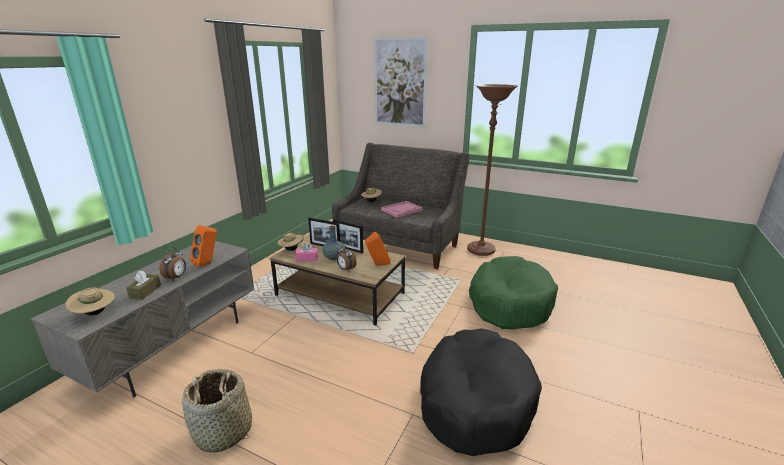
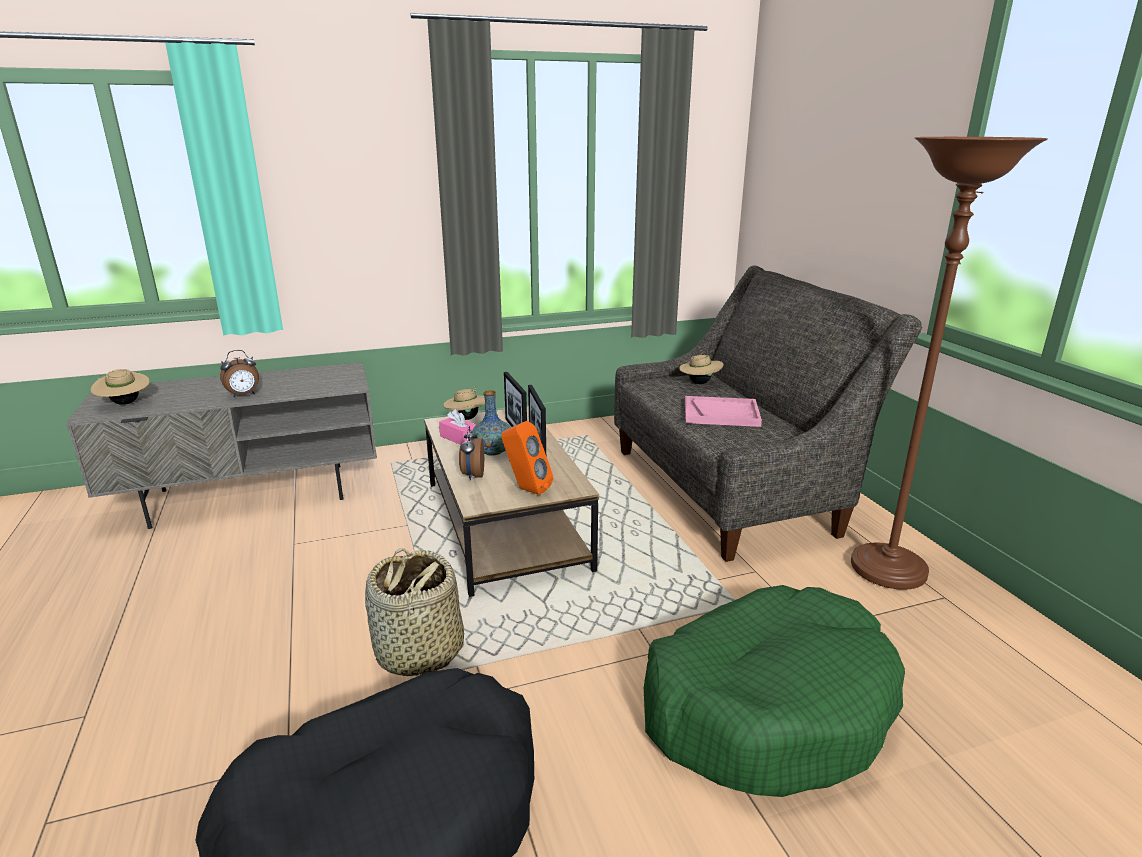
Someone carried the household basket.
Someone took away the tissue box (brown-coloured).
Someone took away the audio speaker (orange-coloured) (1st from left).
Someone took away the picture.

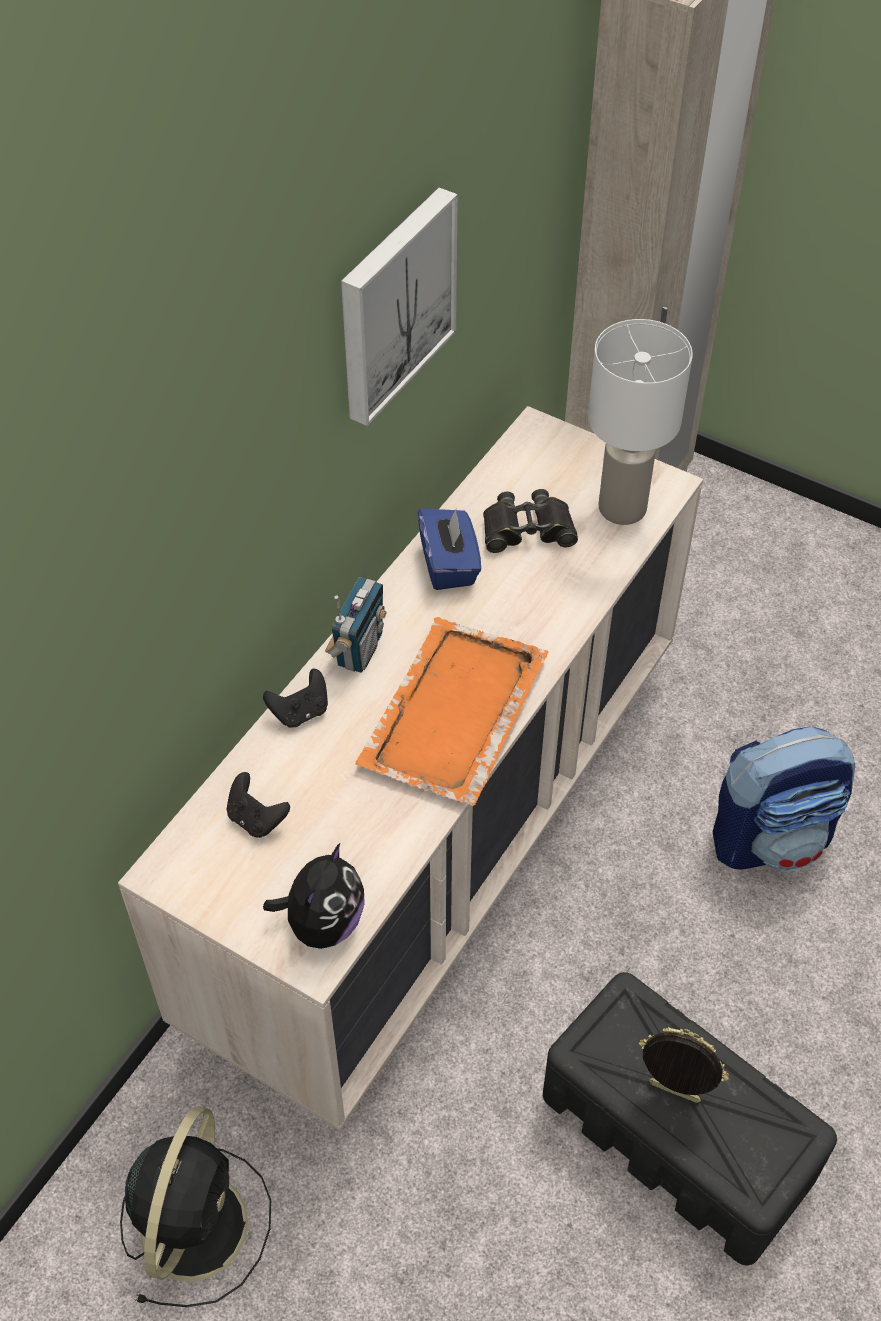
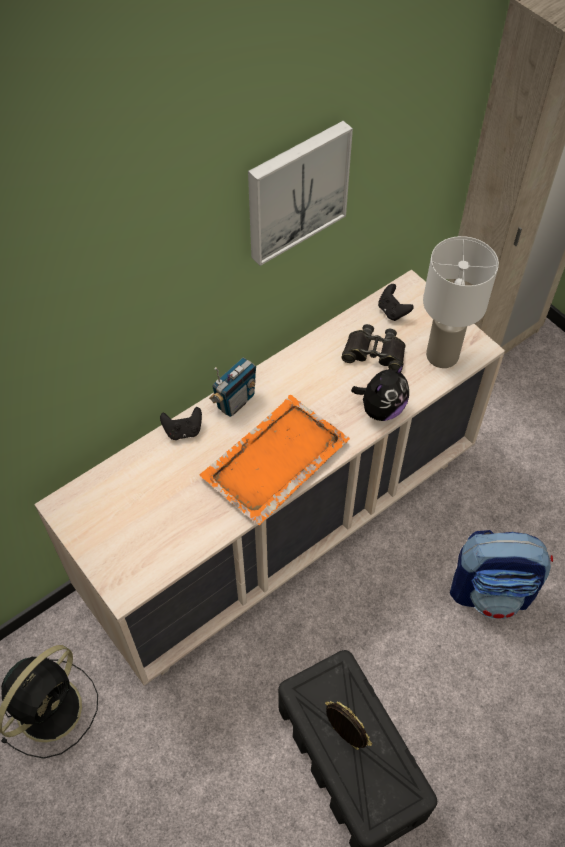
Someone carried the soft toy.
Someone carried the gamepad (black-coloured) (1st from left in the first image).
Someone took away the tissue box (bluish).

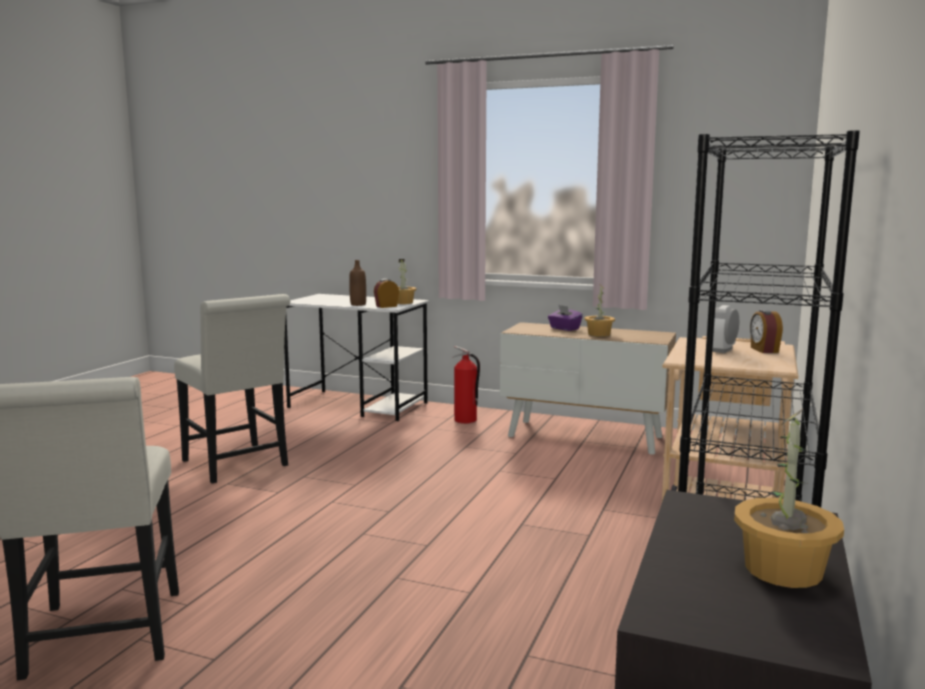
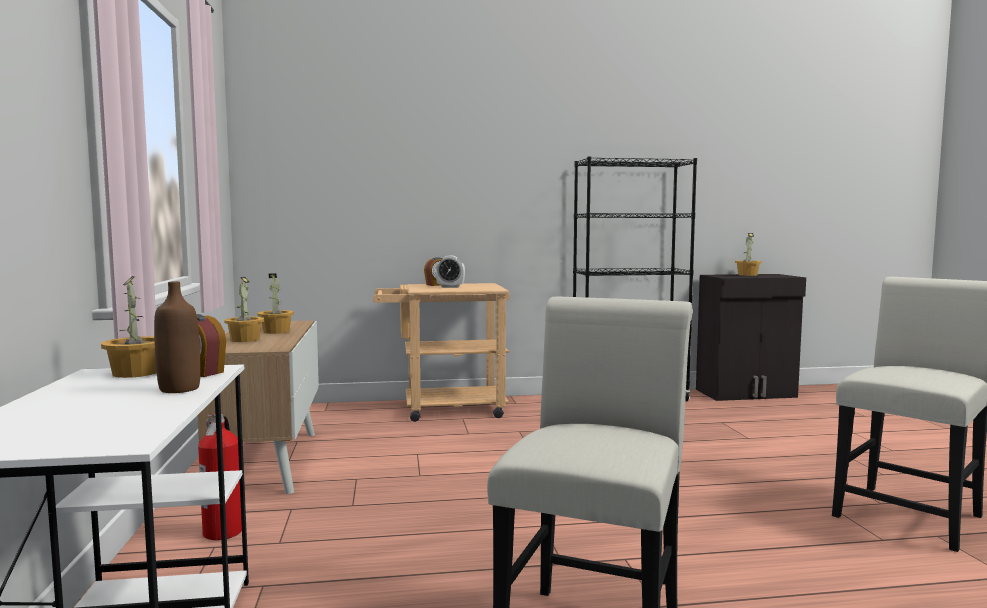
Someone swapped the tissue box (purple) for the potted plant (2nd from left).

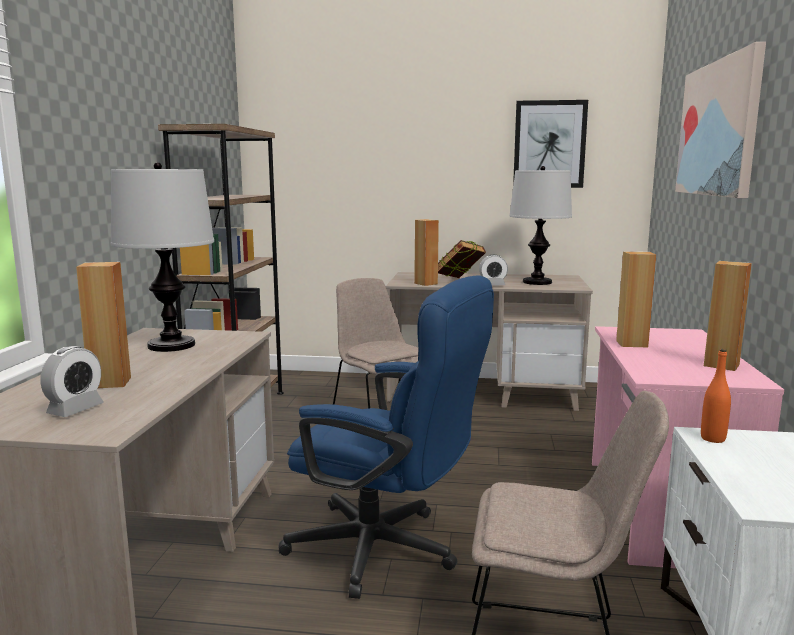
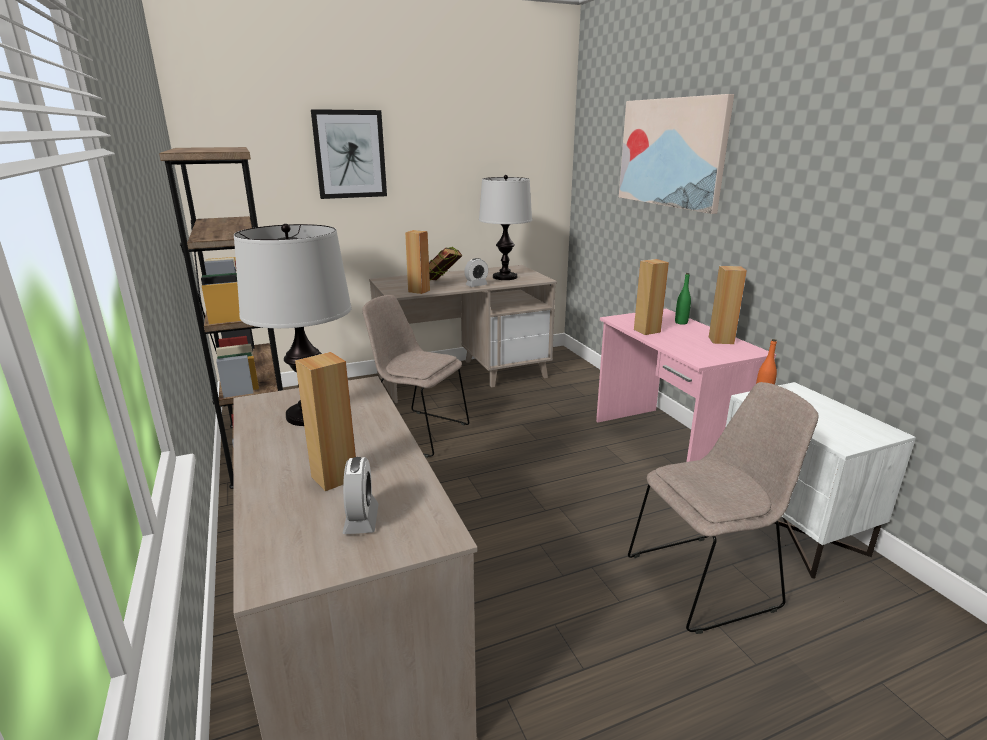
Someone carried the picture (1st from left).
Someone put down the beverage bottle (green).
Someone took away the computer chair (bluish).

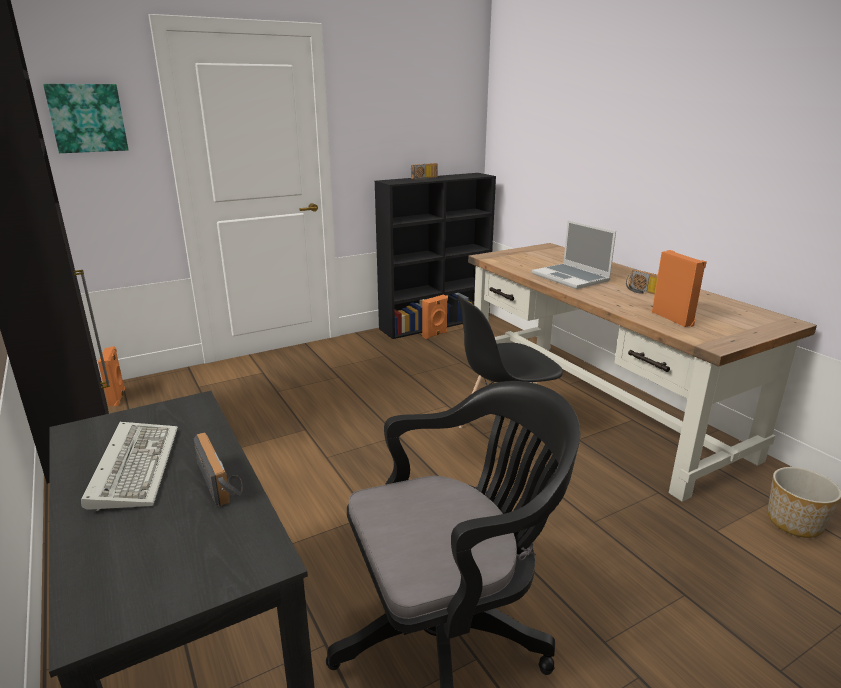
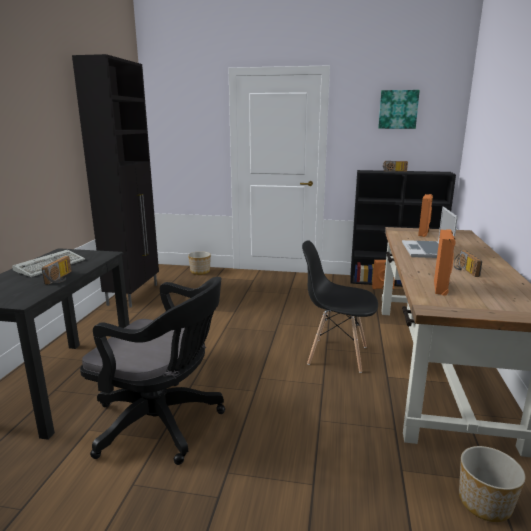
Someone put down the plant pot (1st from left).
Someone carried the picture.
Someone carried the audio speaker (orange-coloured) (1st from left in the first image).

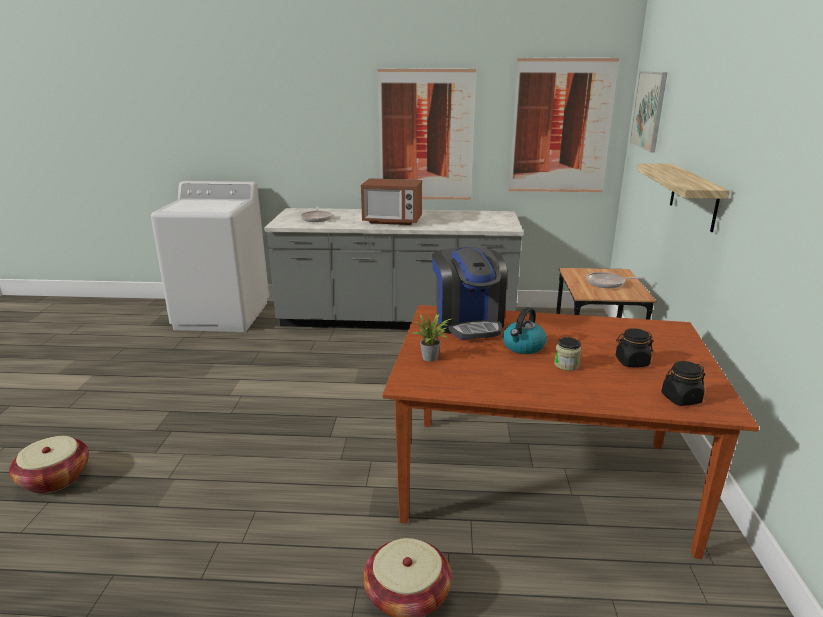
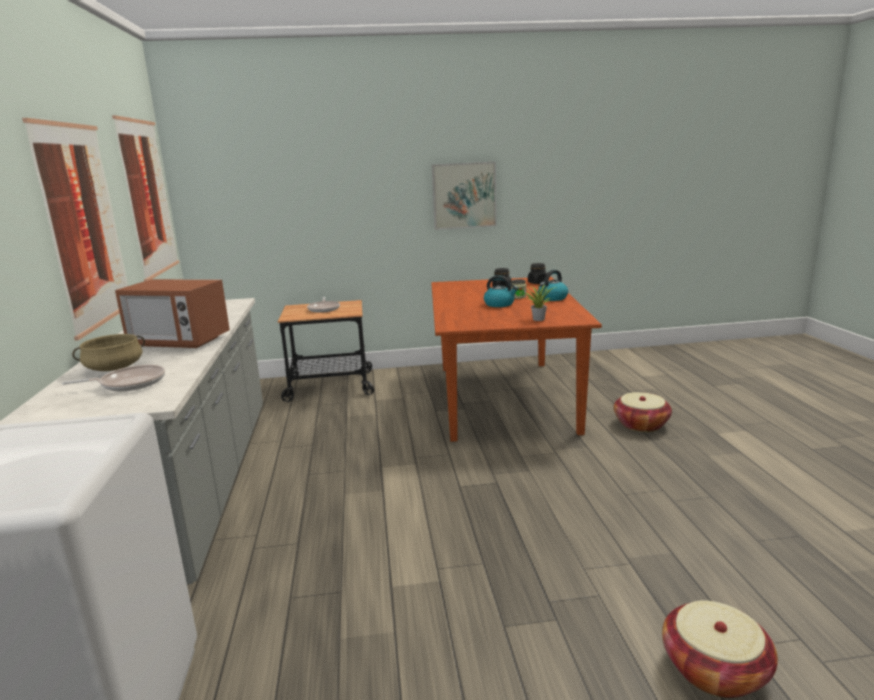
Someone put down the cooking pot (beige-coloured).
Someone rotated the microwave by 105 degrees clockwise.
Someone carried the picture (3rd from left).
Someone put down the kettle (2nd from left).
Someone took away the coffee machine.
Someone took away the shelf.

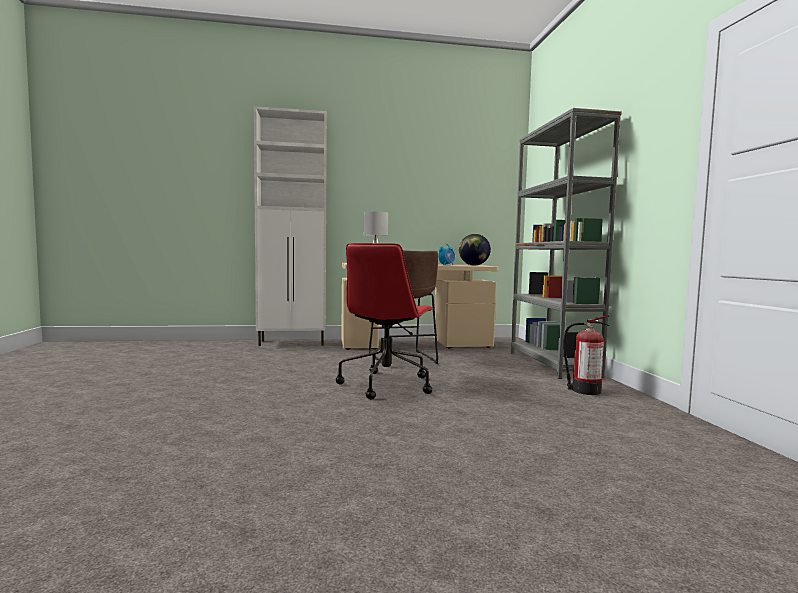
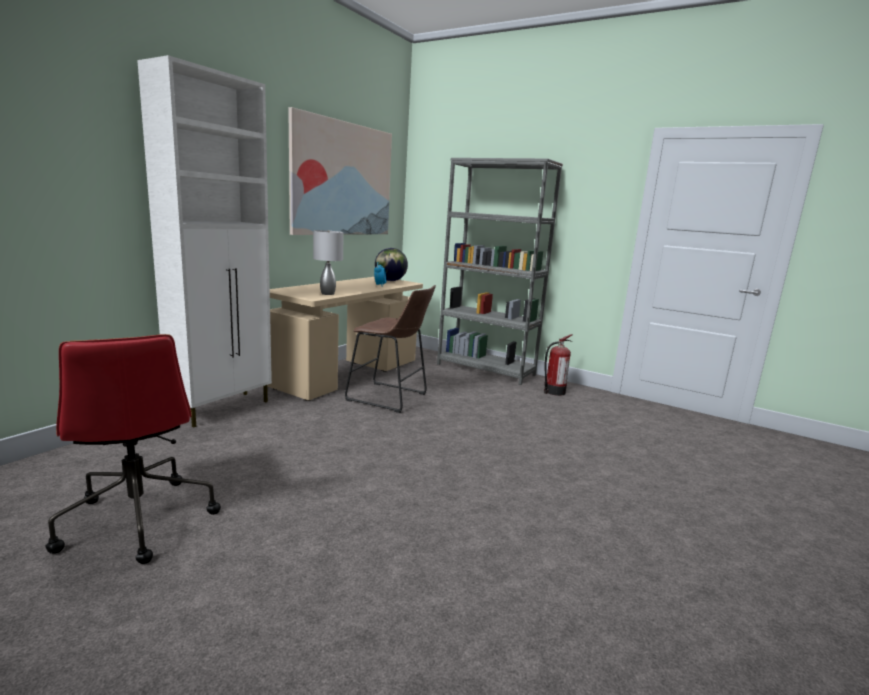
Someone carried the computer chair (red).
Someone put up the picture.

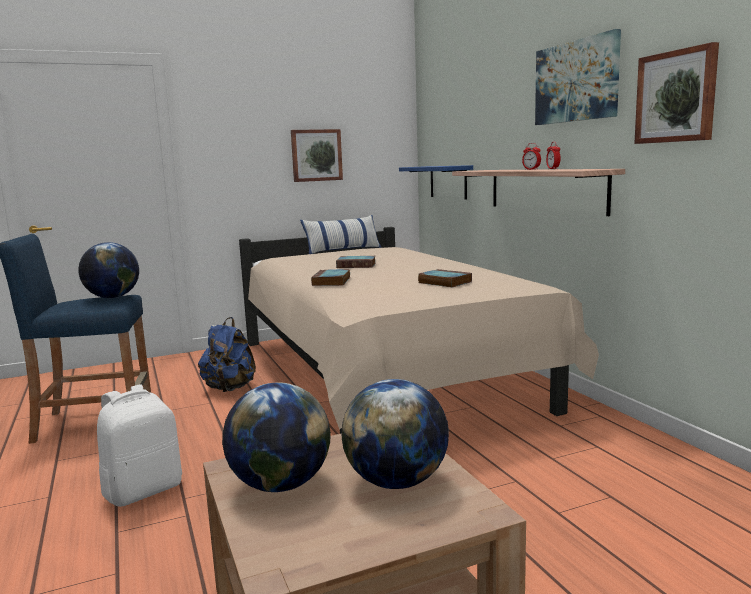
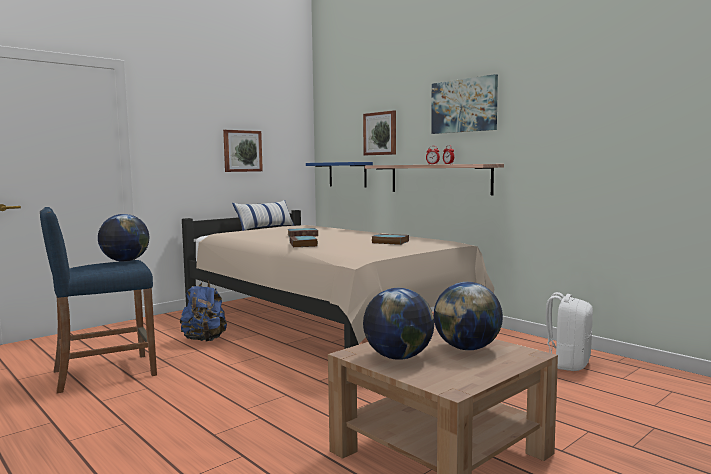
Someone carried the picture (3rd from left in the first image).
Someone carried the backpack (white).

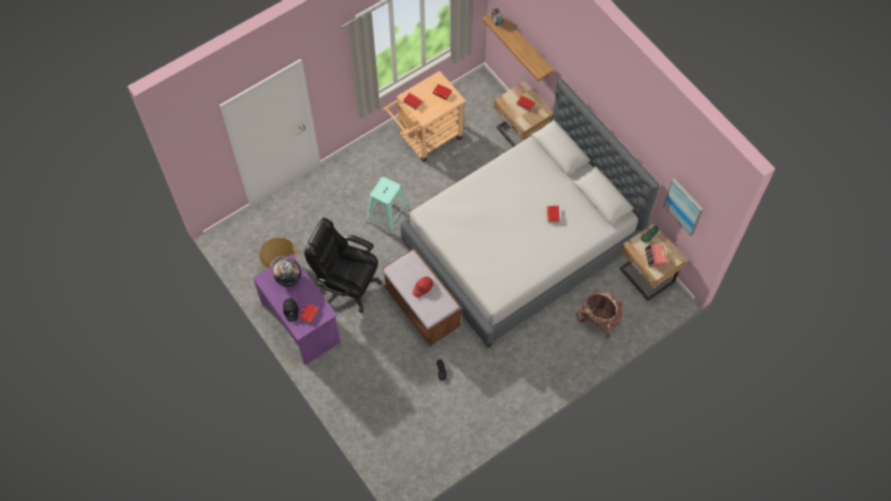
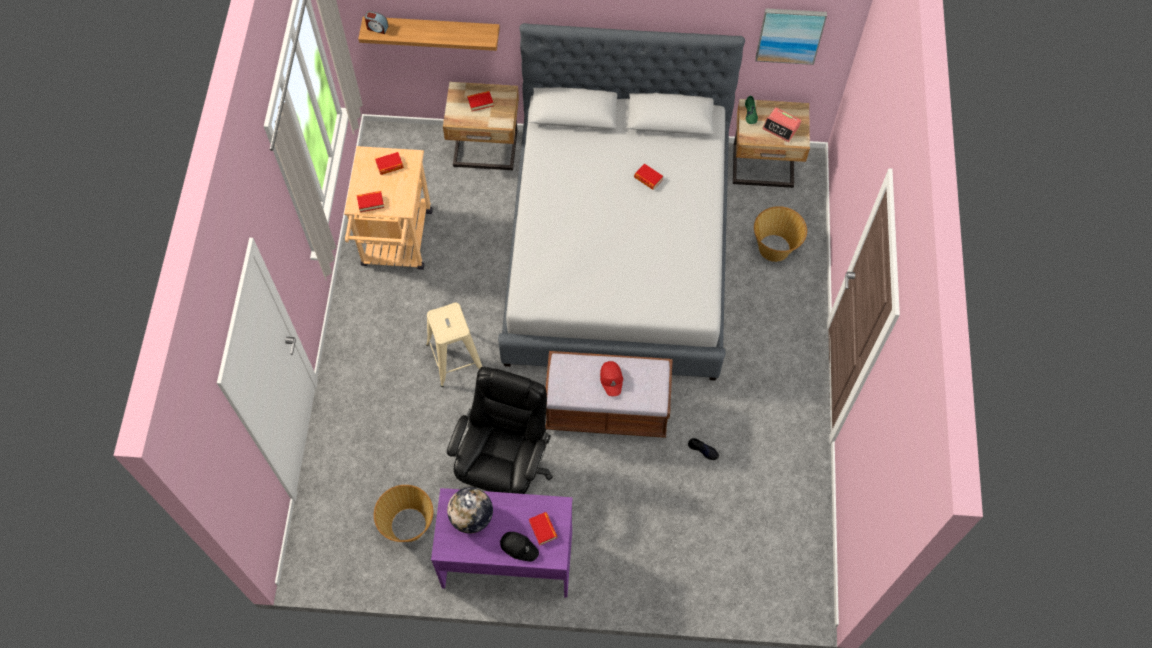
Someone repainted the stool (blue-green), which became the stool (beige-coloured).
Someone rotated the computer chair (black-coloured) by 135 degrees clockwise.
Someone swapped the backpack for the household basket (2nd from left).

